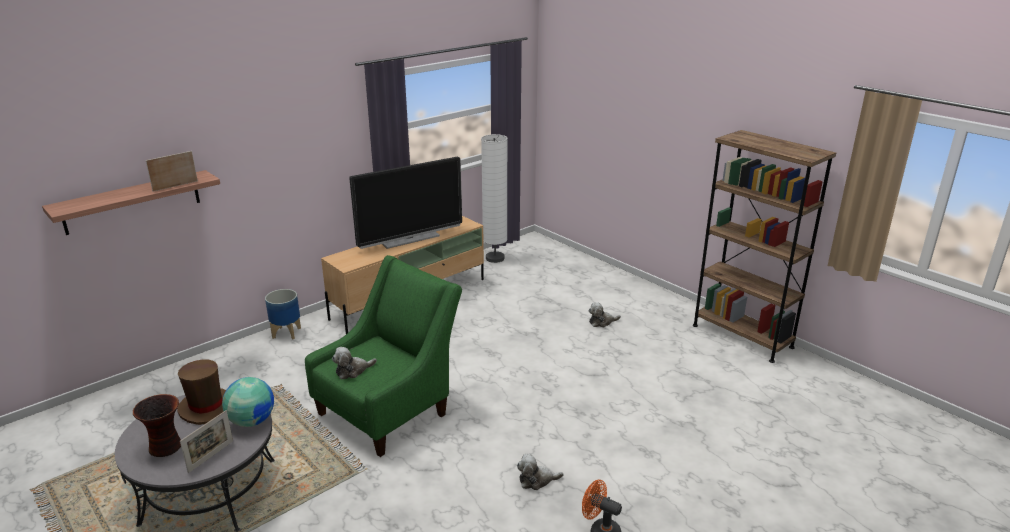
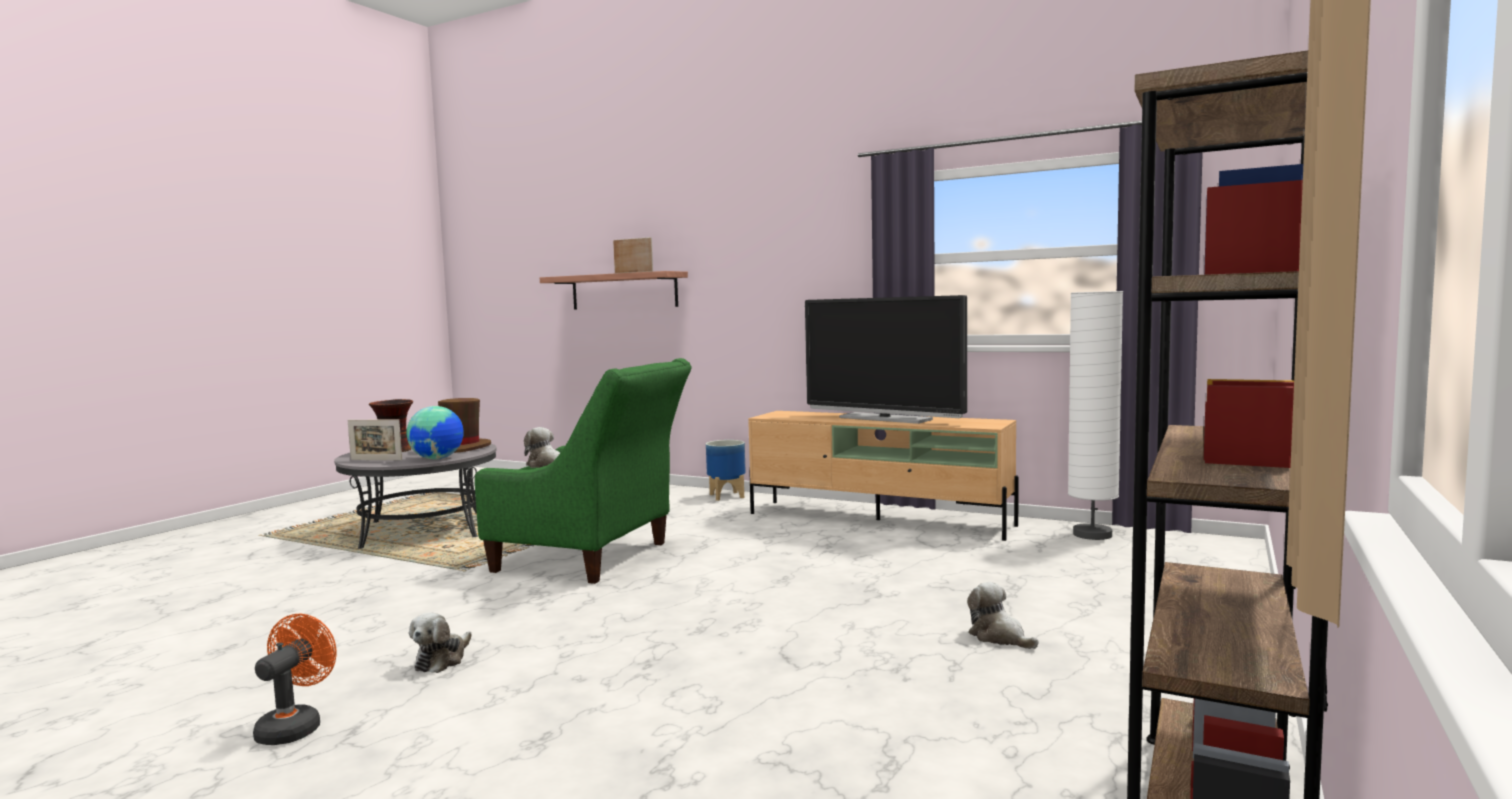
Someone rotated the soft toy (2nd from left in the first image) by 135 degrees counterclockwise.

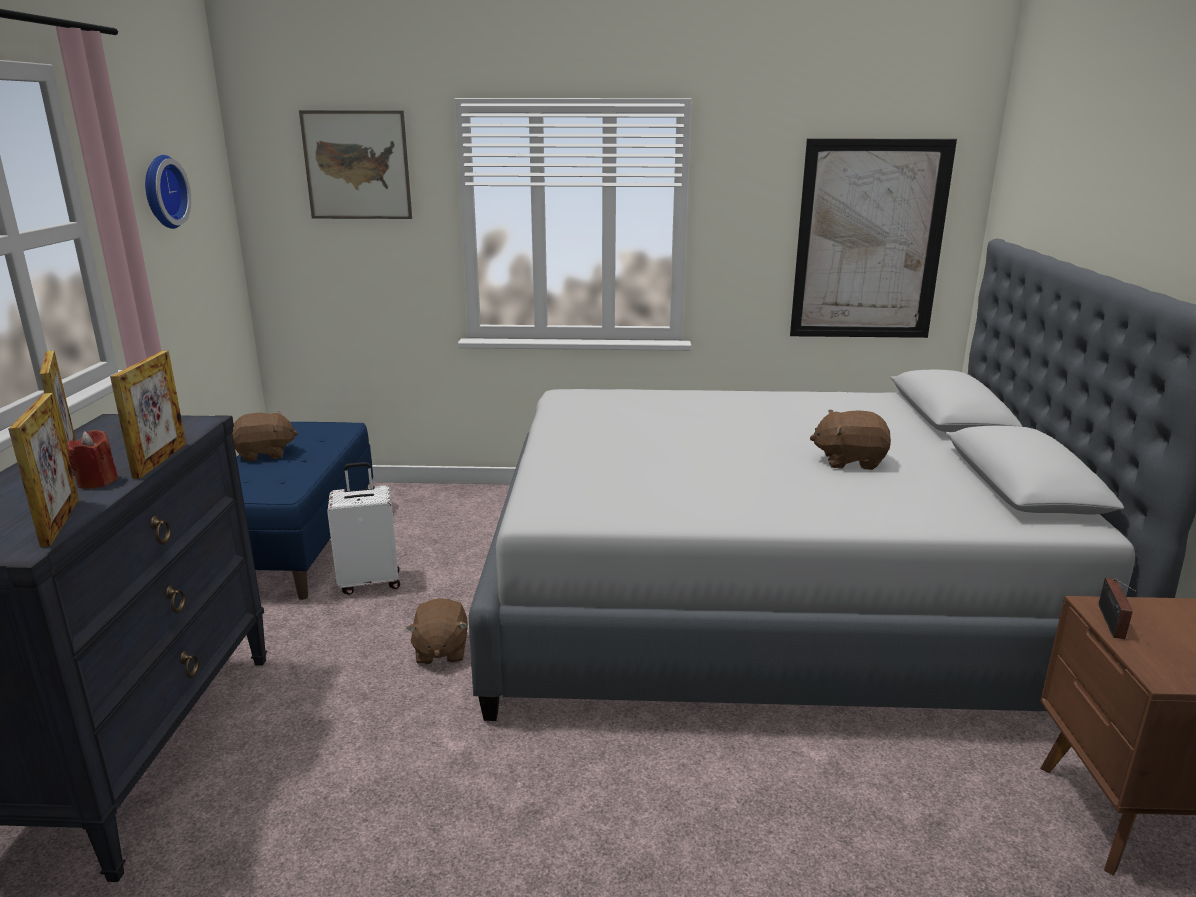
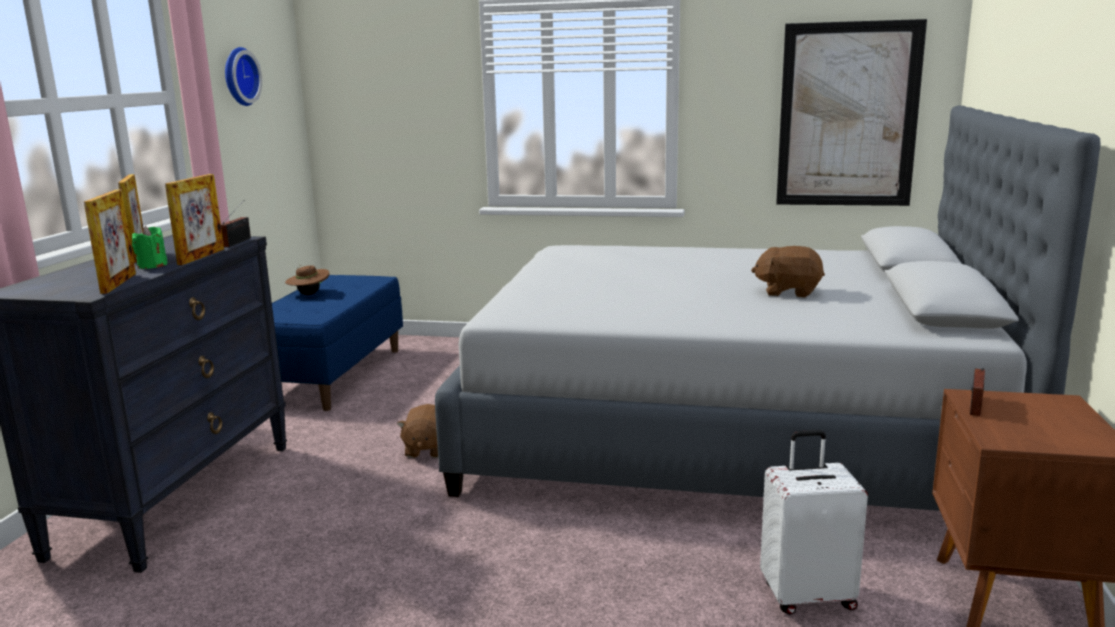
Someone repainted the wax light (red), which became the wax light (green).
Someone put down the radio receiver (1st from left).
Someone swapped the soft toy (brown-coloured) (1st from left) for the hat (brown-coloured).
Someone carried the piece of luggage (white).
Someone took away the picture (1st from left).

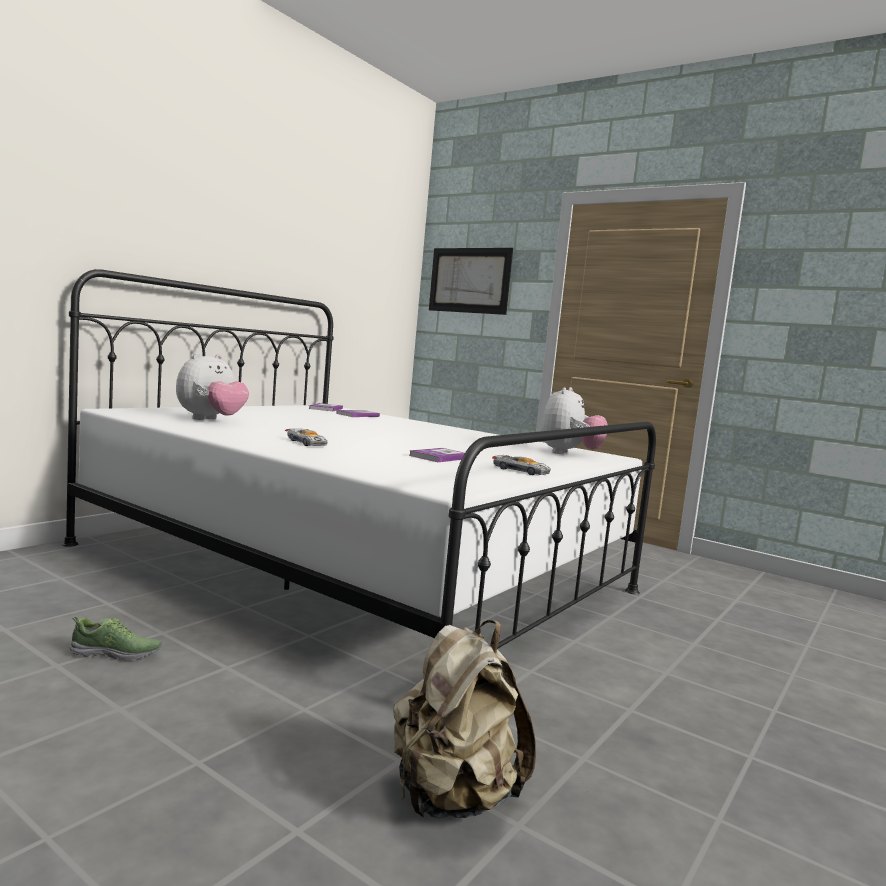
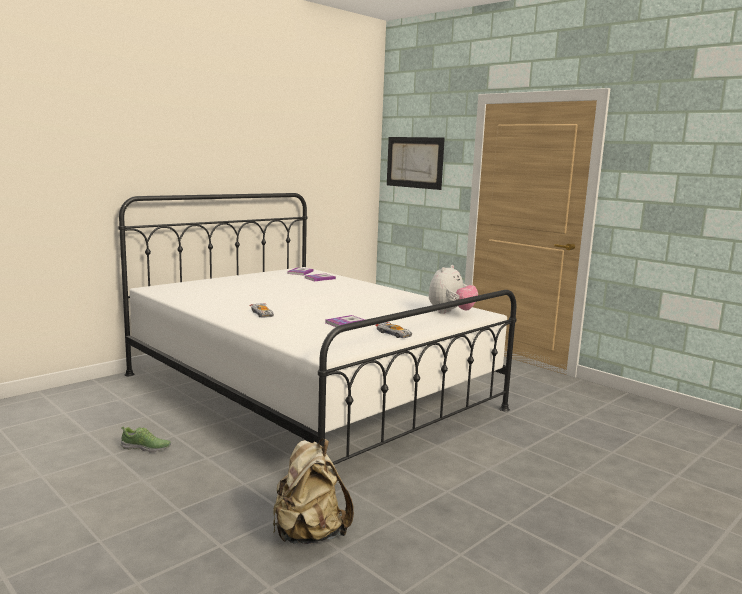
Someone took away the soft toy (1st from left).

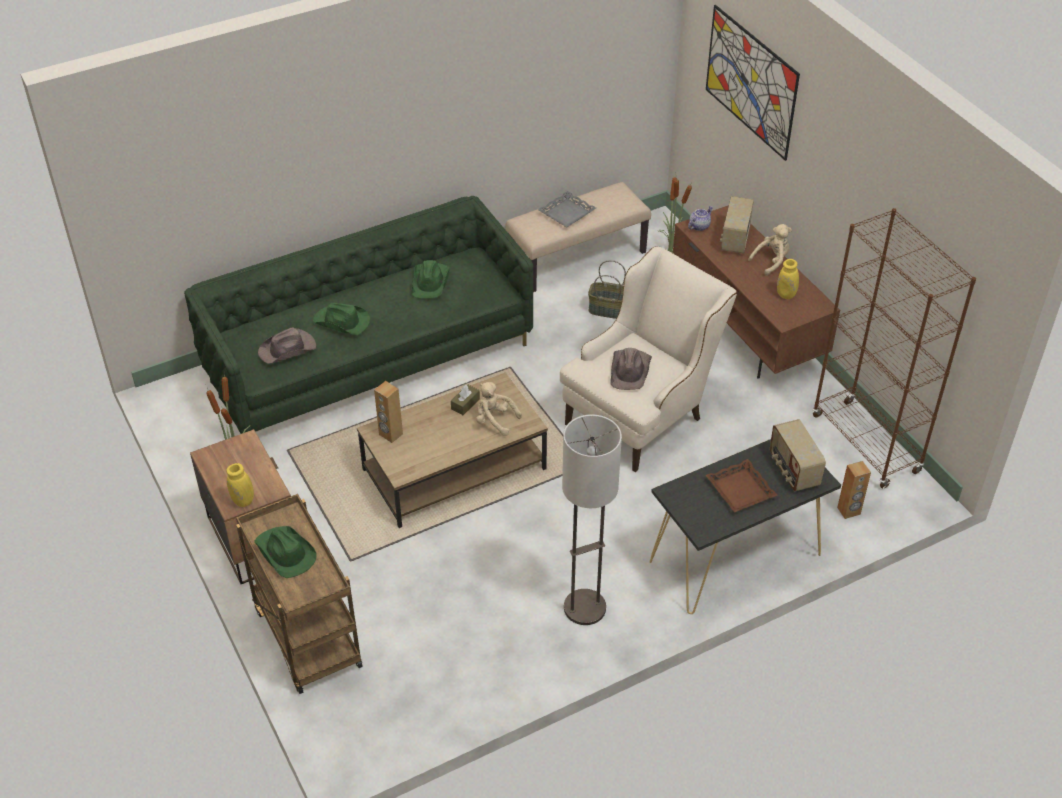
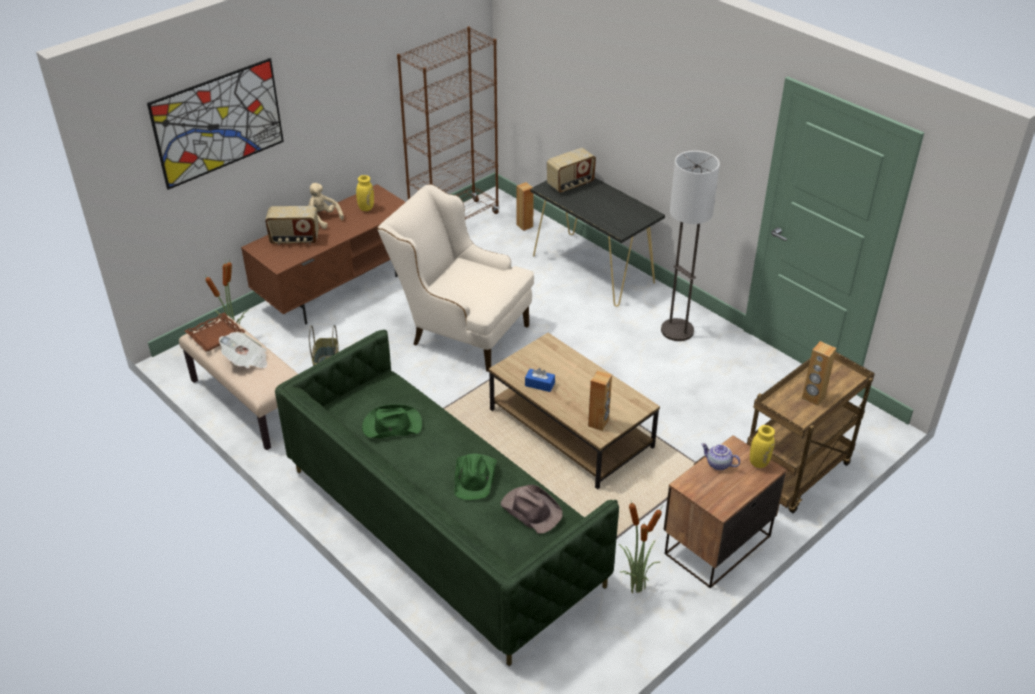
Someone carried the carrying tray (brown-coloured).
Someone swapped the carrying tray (gray) for the daily paper.
Someone repainted the tissue box (brown-coloured), which became the tissue box (bluish).
Someone carried the tea pot.
Someone swapped the hat (green) (1st from left) for the audio speaker (brown-coloured) (3rd from left).
Someone took away the soft toy (beige-coloured) (1st from left).
Someone took away the hat (brown-coloured) (2nd from left).

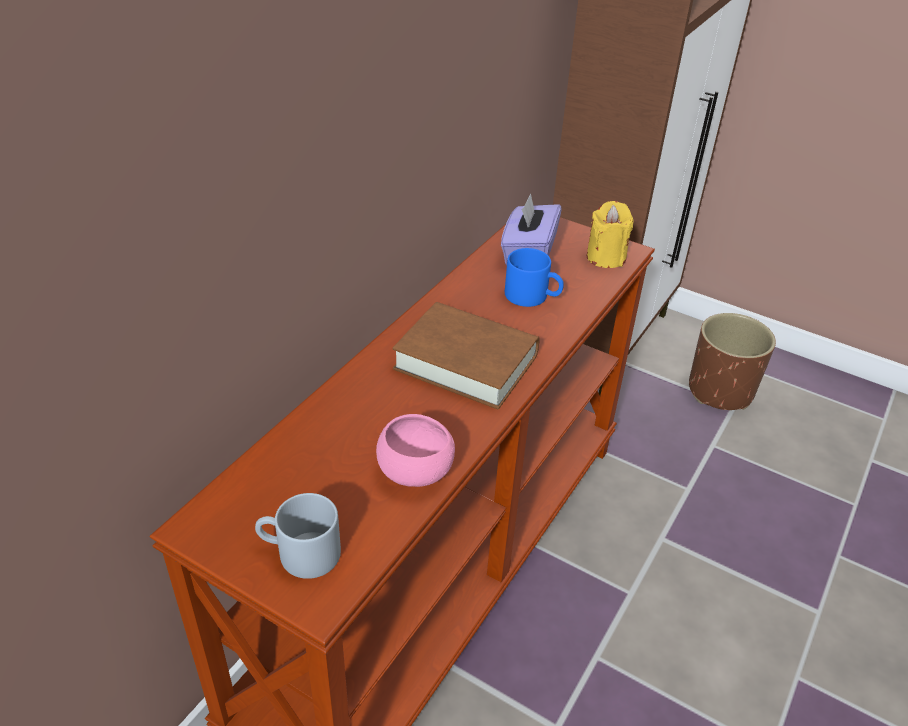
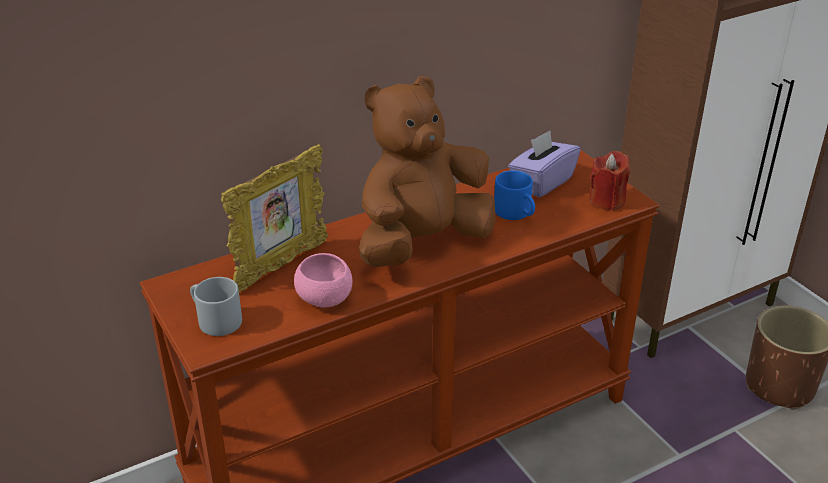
Someone put down the standing frame.
Someone swapped the bound book (brown-coloured) for the soft toy (brown-coloured).
Someone repainted the wax light (yellowish), which became the wax light (red).

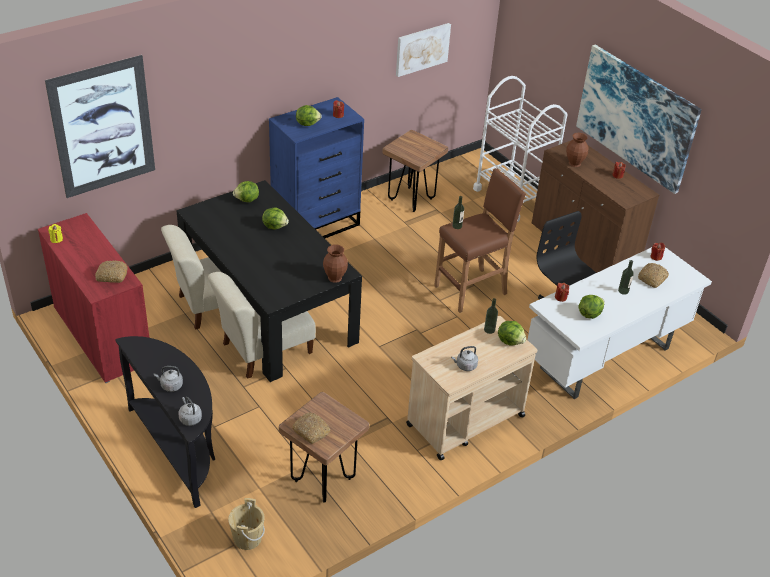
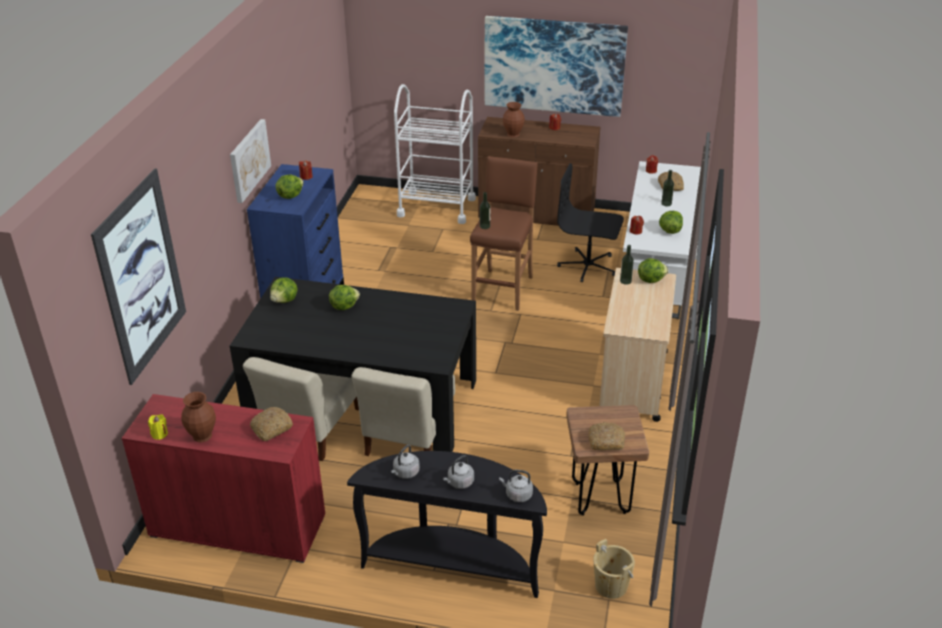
Someone carried the vase (brown-coloured) (1st from left).
Someone carried the picture (2nd from left).
Someone carried the kettle (gray) (3rd from left in the first image).
Someone took away the stool (brown-coloured) (2nd from left).

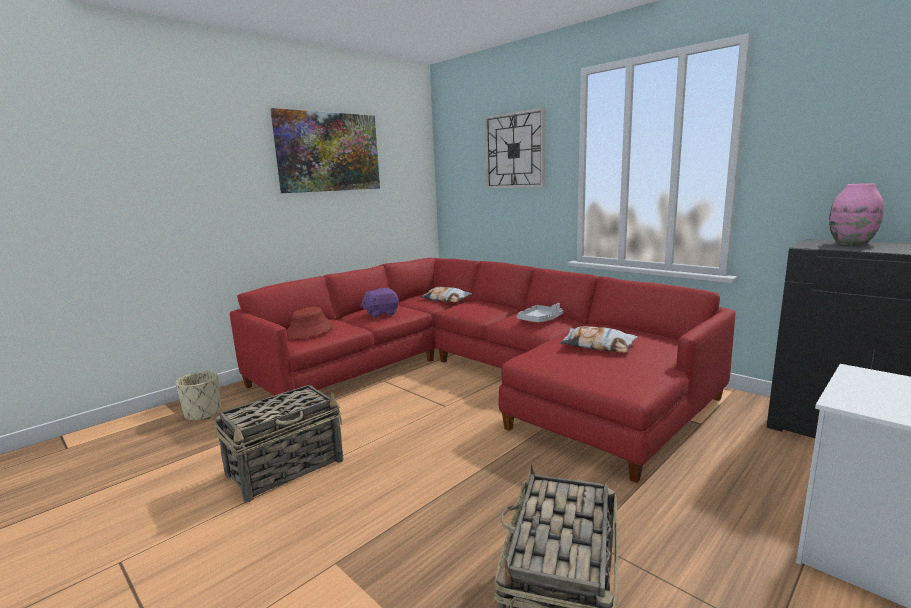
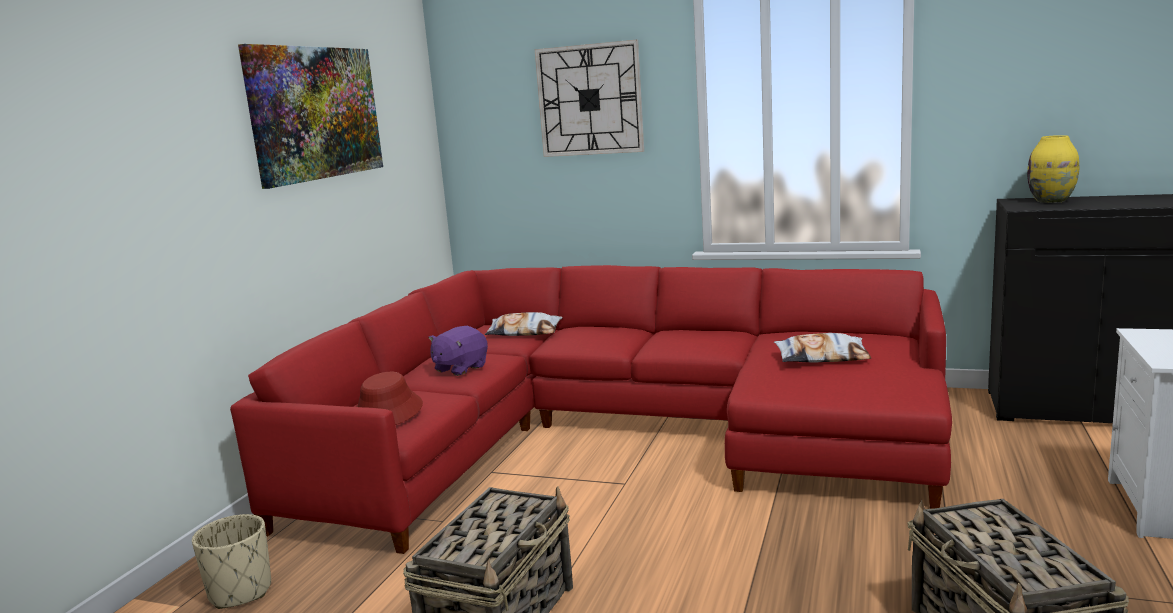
Someone repainted the vase (pinkish), which became the vase (yellowish).
Someone took away the carrying tray (gray).

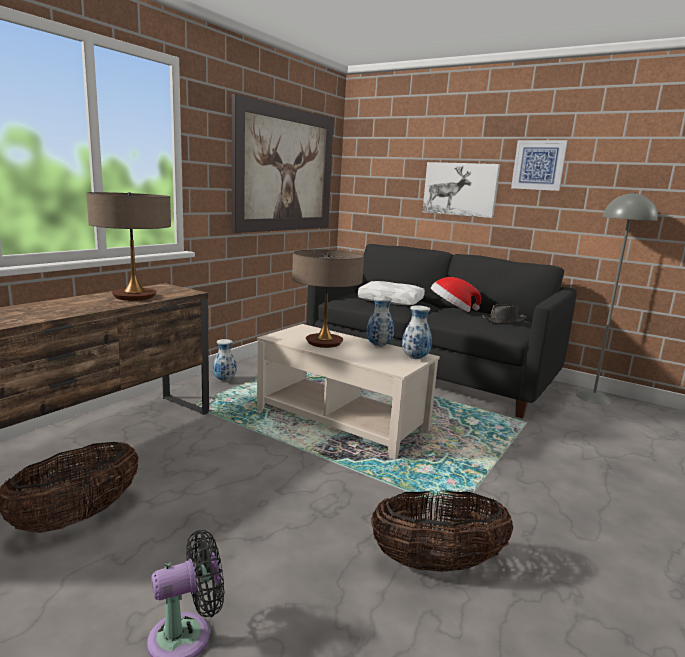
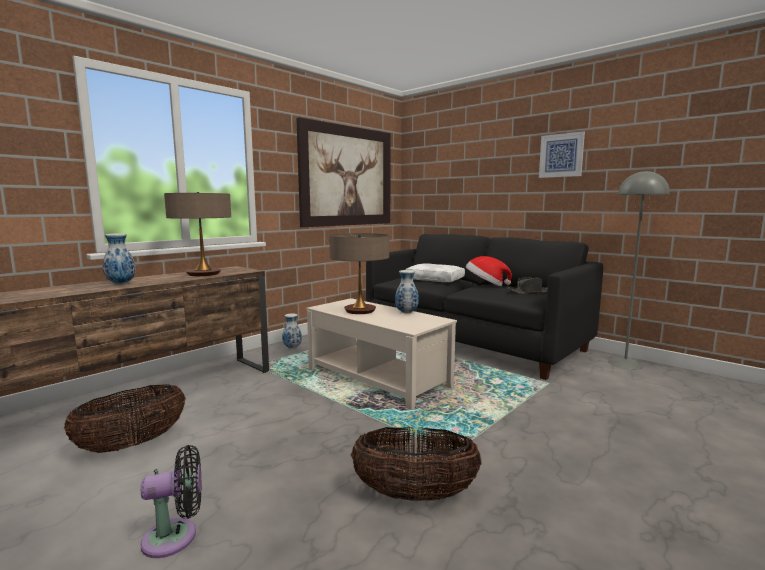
Someone carried the vase (3rd from left in the first image).
Someone took away the picture (2nd from left).

